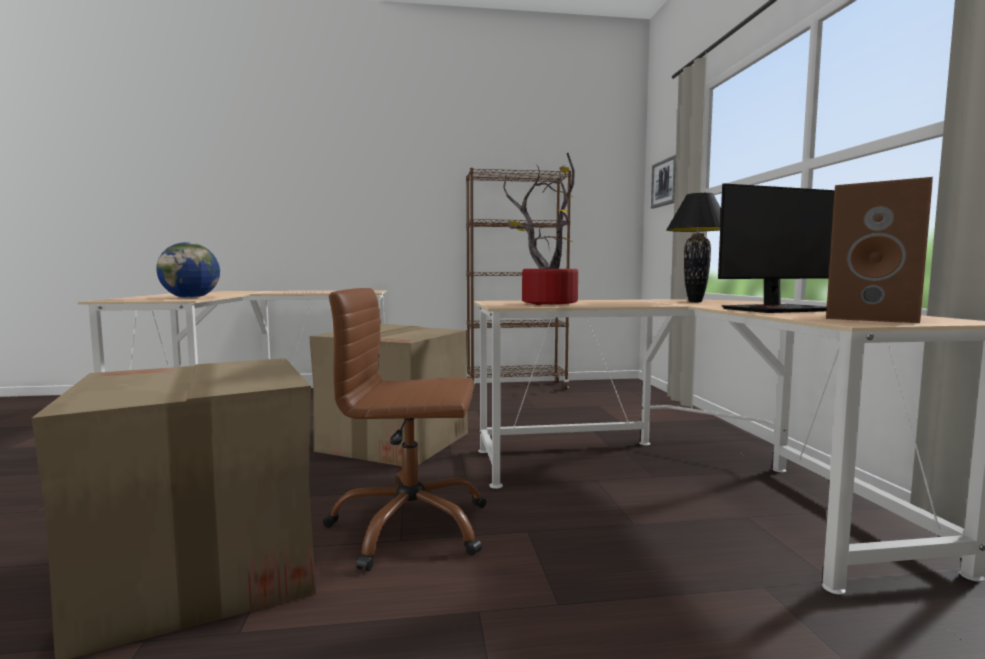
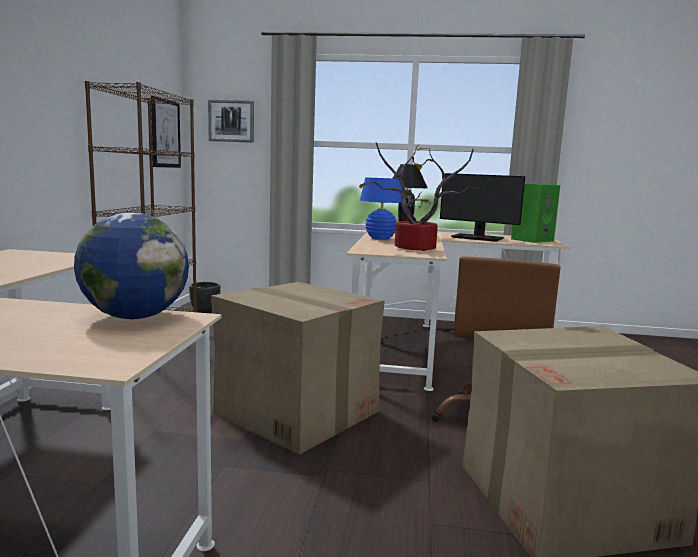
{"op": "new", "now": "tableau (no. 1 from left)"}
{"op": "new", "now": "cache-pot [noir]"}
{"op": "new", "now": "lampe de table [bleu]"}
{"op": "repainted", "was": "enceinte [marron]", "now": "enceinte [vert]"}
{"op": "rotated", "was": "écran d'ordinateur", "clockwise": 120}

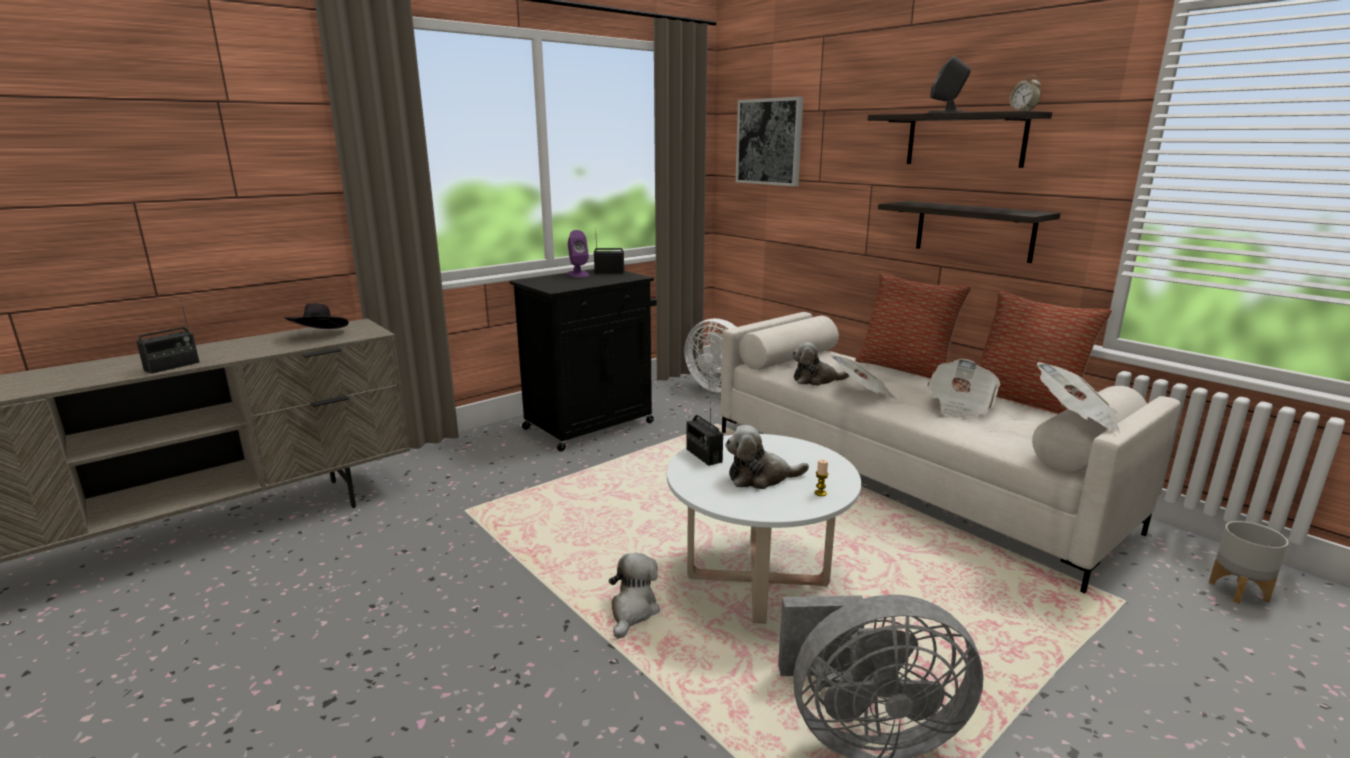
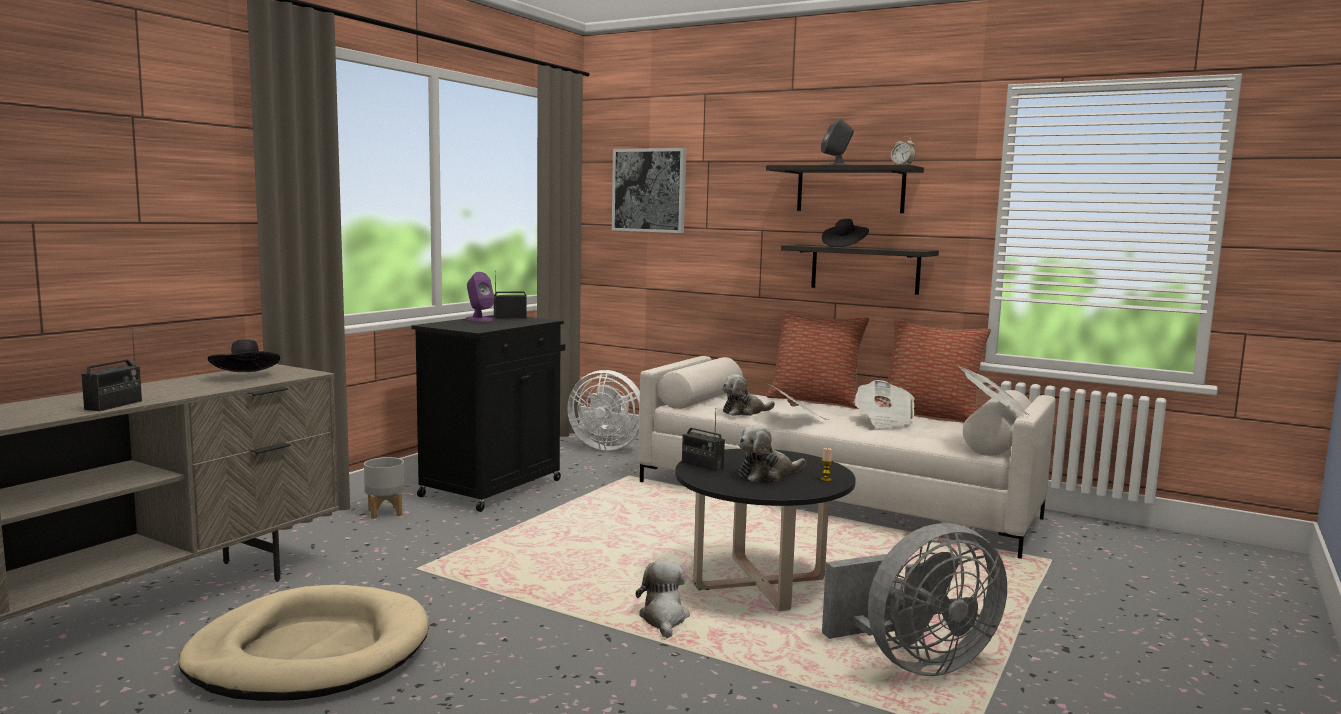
{"op": "new", "now": "panier pour chien [beige]"}
{"op": "new", "now": "chapeau [noir] (no. 2 from left)"}
{"op": "shifted", "was": "cache-pot [gris]"}
{"op": "repainted", "was": "table basse [blanc]", "now": "table basse [noir]"}

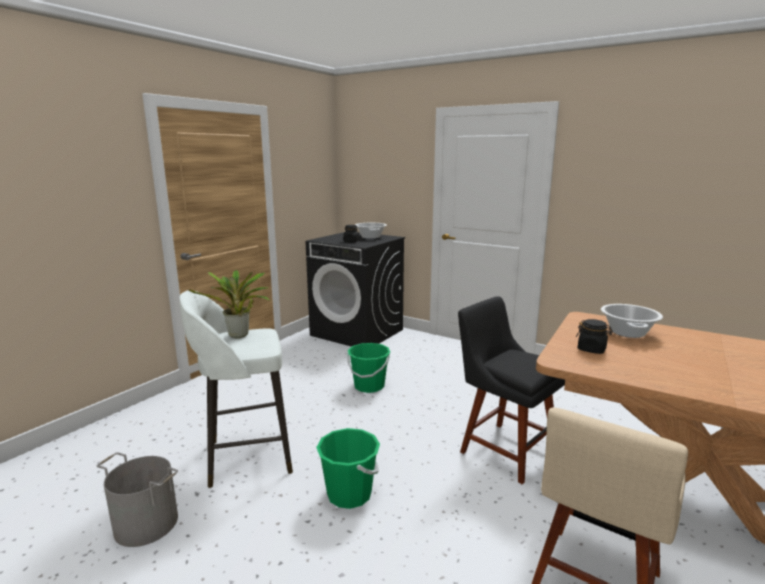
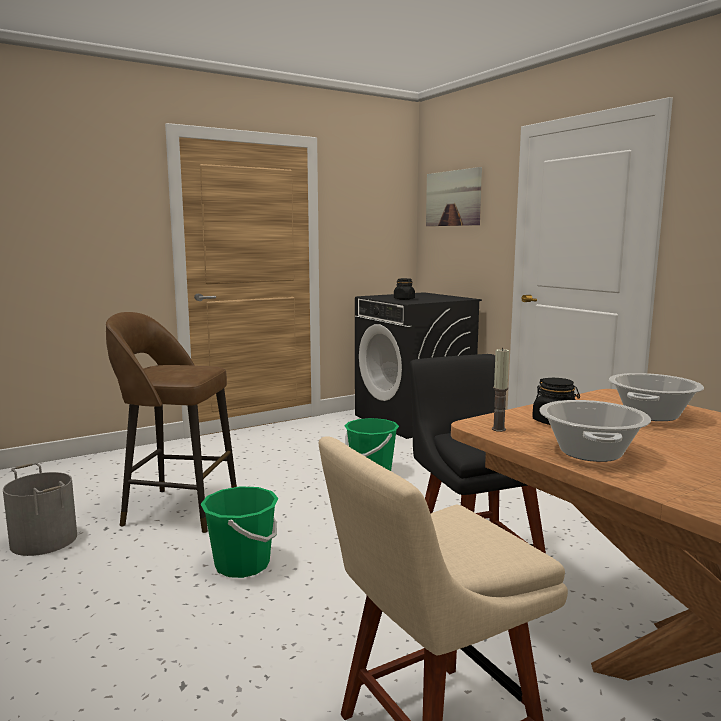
{"op": "gone", "was": "plante en pot"}
{"op": "new", "now": "tableau"}
{"op": "new", "now": "bougie"}
{"op": "shifted", "was": "marmite (no. 1 from left)"}
{"op": "repainted", "was": "tabouret [blanc]", "now": "tabouret [marron]"}

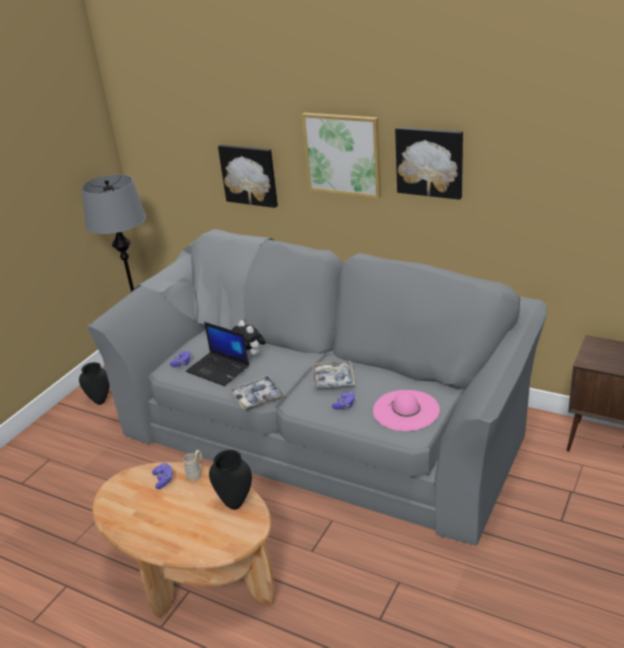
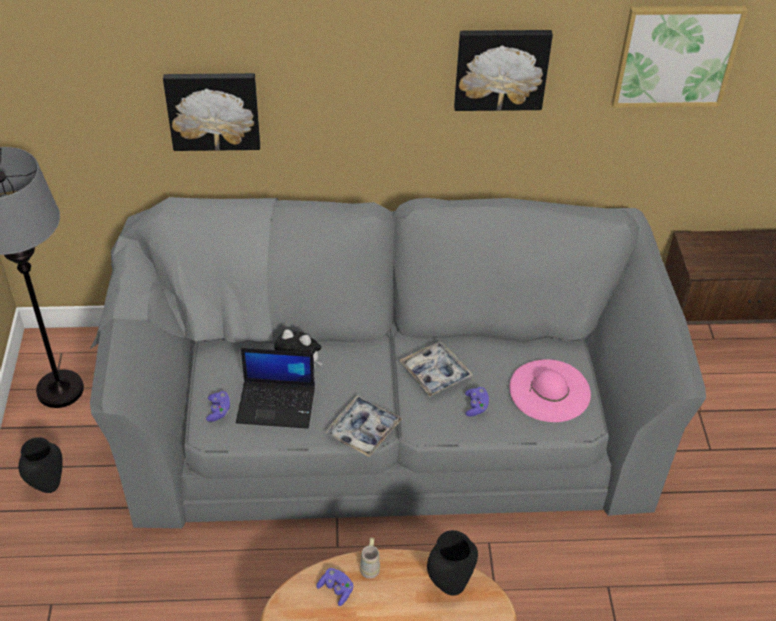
{"op": "shifted", "was": "tableau (no. 2 from left in the first image)", "now": "tableau (no. 3 from left)"}

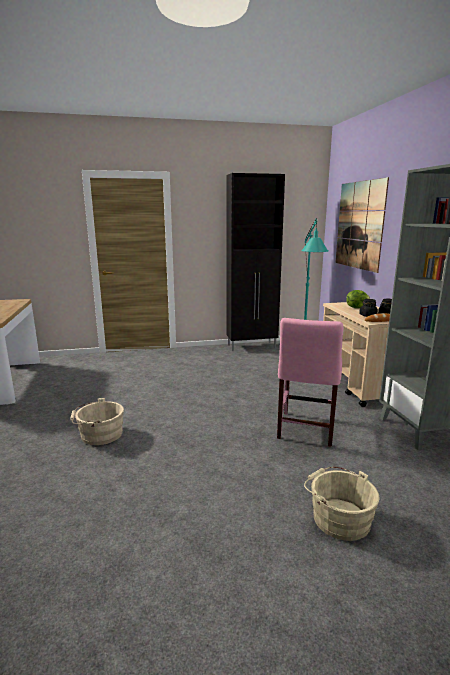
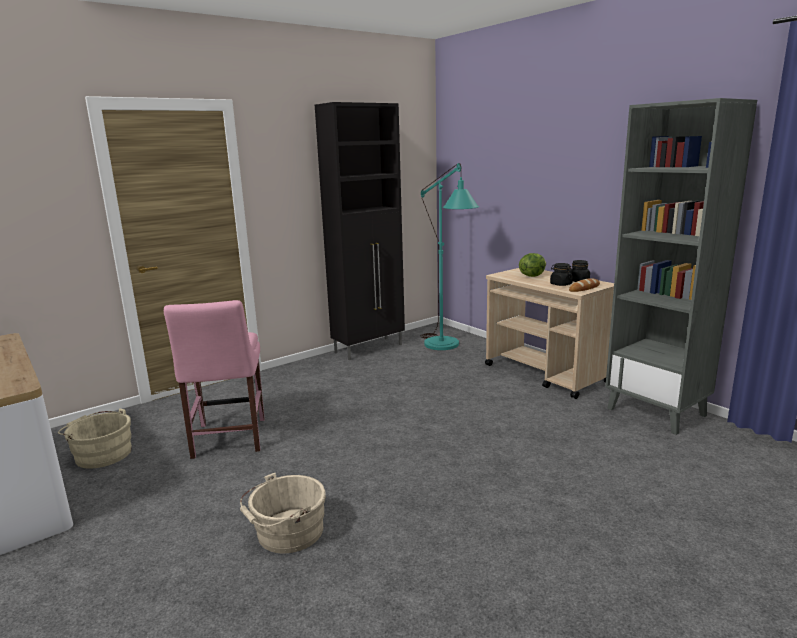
{"op": "gone", "was": "tableau"}
{"op": "shifted", "was": "chaise [rose]"}
{"op": "shifted", "was": "seau [beige] (no. 2 from left in the first image)", "now": "seau [beige] (no. 1 from left)"}

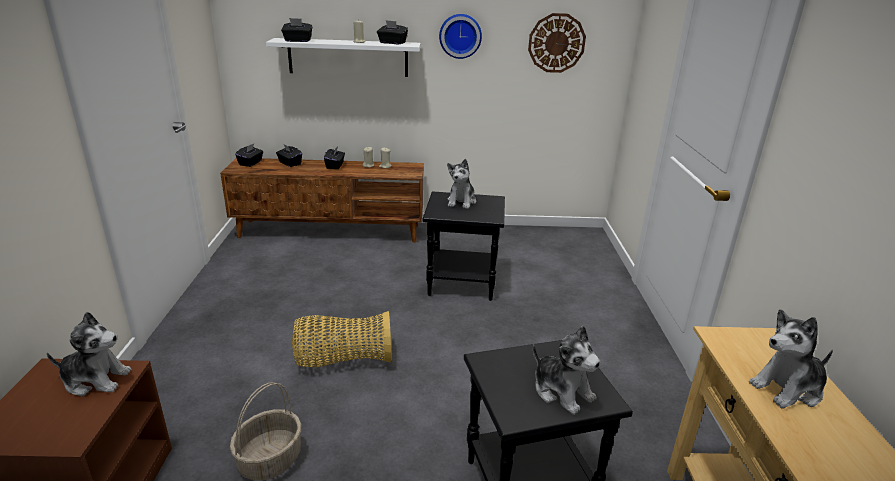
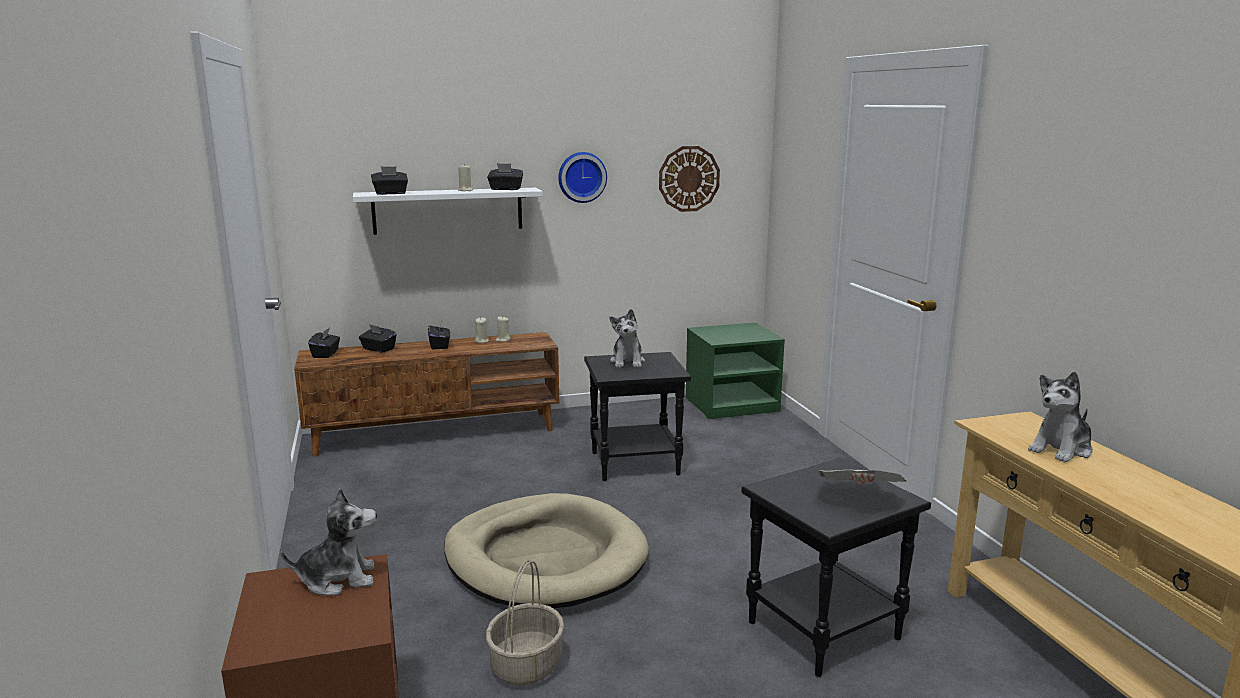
{"op": "new", "now": "table de chevet [vert]"}
{"op": "swapped", "was": "panier (no. 2 from left)", "now": "panier pour chien [beige]"}
{"op": "swapped", "was": "peluche (no. 3 from left)", "now": "journal"}

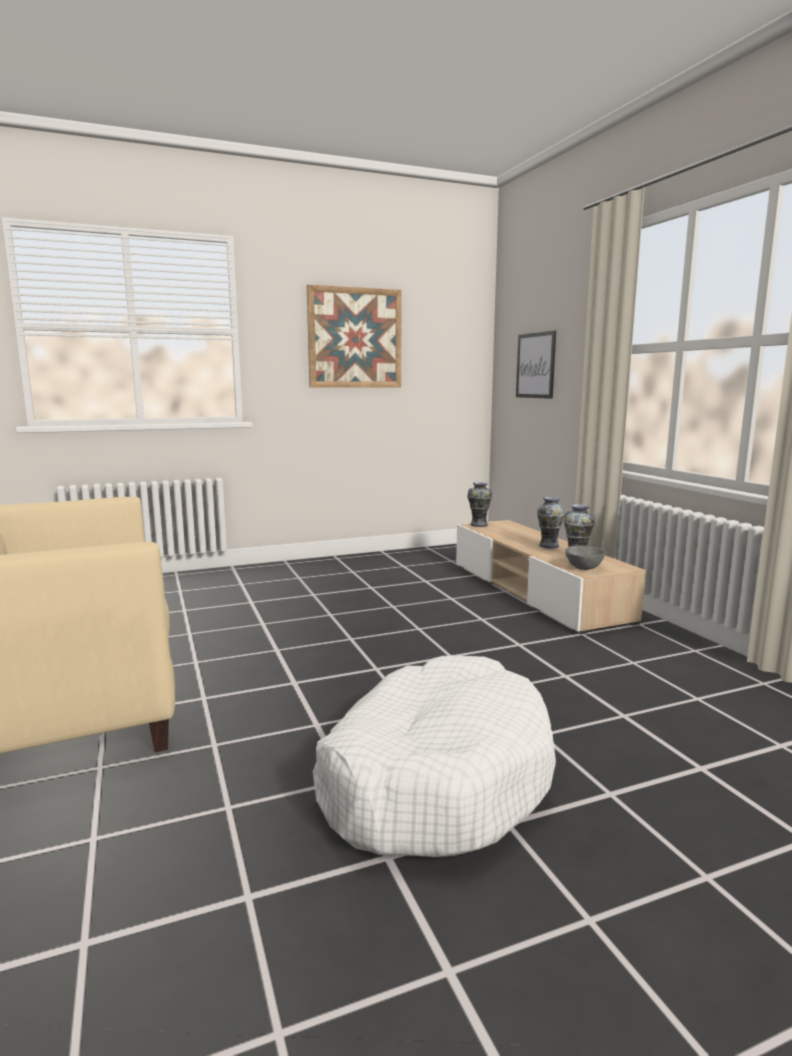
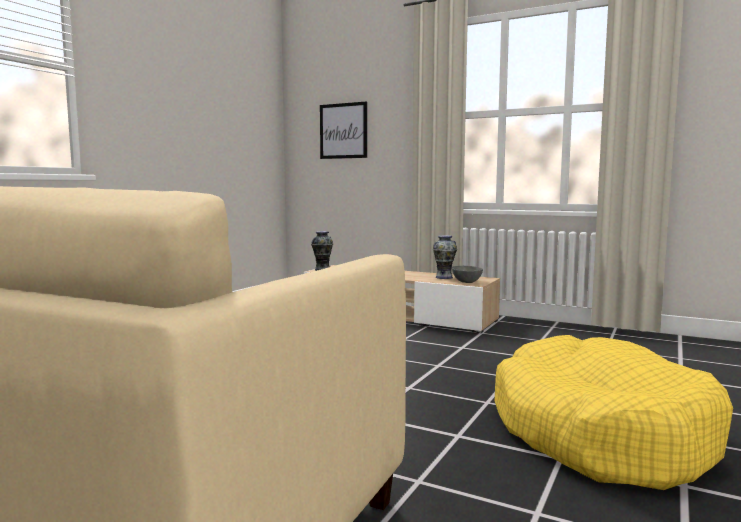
{"op": "gone", "was": "tableau (no. 1 from left)"}
{"op": "gone", "was": "vase (no. 2 from left)"}
{"op": "repainted", "was": "panier pour chien [blanc]", "now": "panier pour chien [jaune]"}

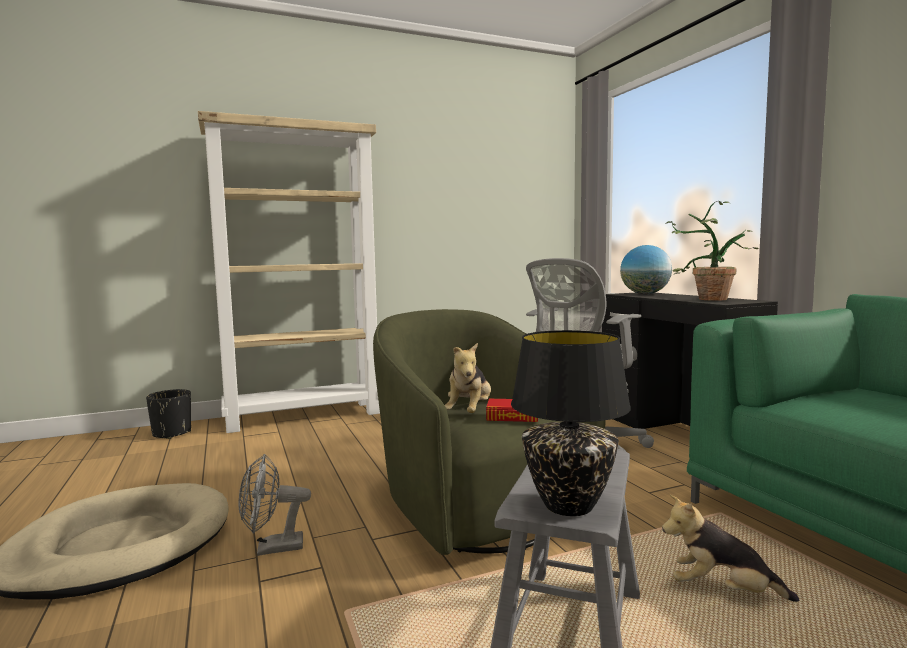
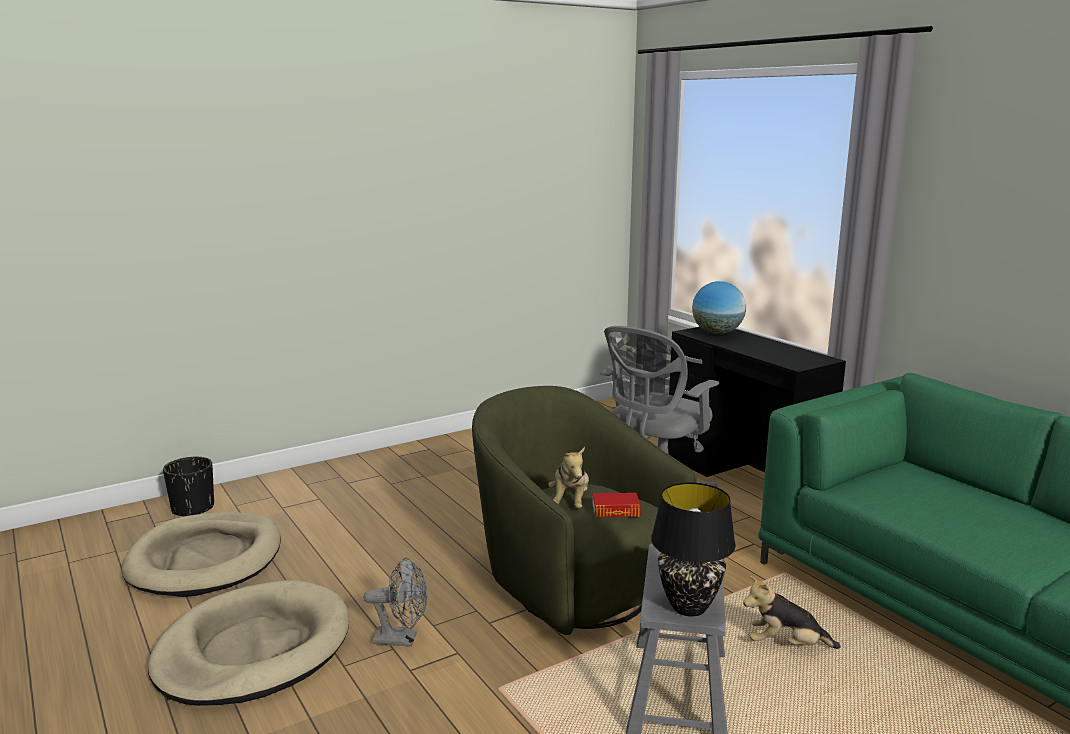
{"op": "gone", "was": "bibliothèque [beige]"}
{"op": "gone", "was": "plante en pot"}
{"op": "new", "now": "panier pour chien [beige] (no. 1 from left)"}
{"op": "rotated", "was": "ventilateur [gris]", "clockwise": -150}

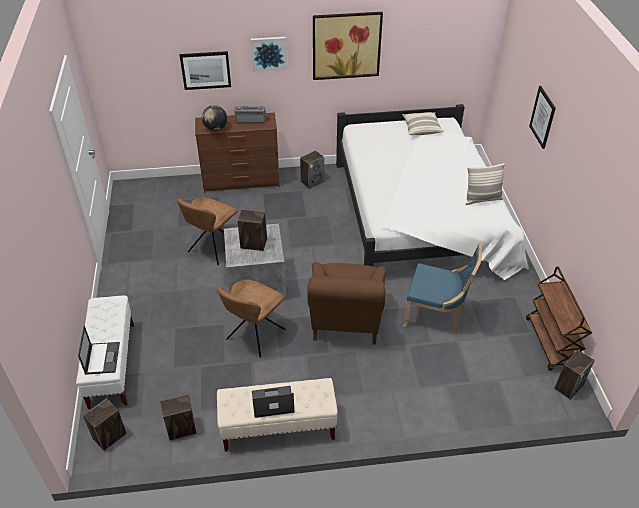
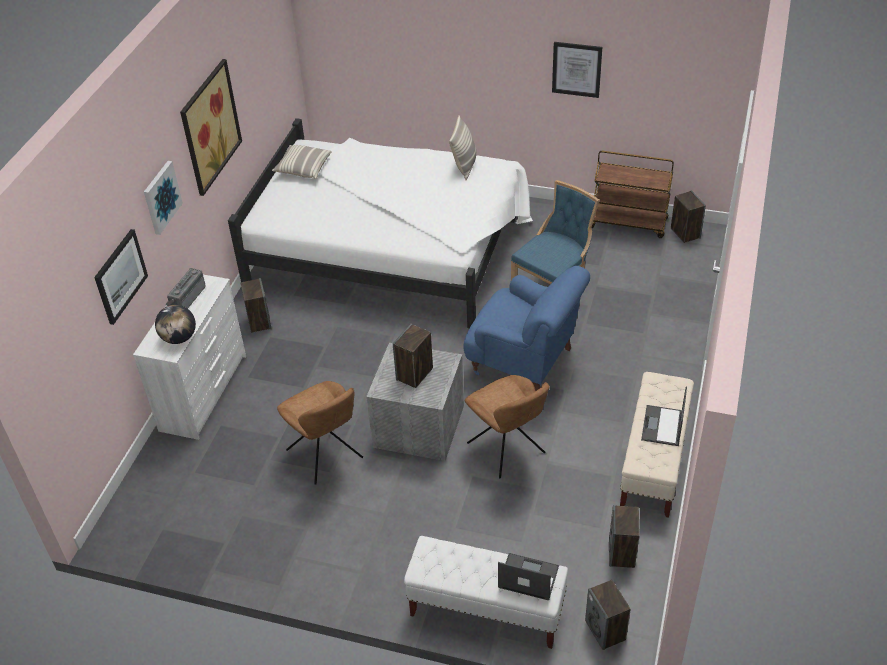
{"op": "shifted", "was": "tableau (no. 4 from left)"}
{"op": "repainted", "was": "commode [marron]", "now": "commode [blanc]"}
{"op": "repainted", "was": "fauteuil [marron]", "now": "fauteuil [bleu]"}

